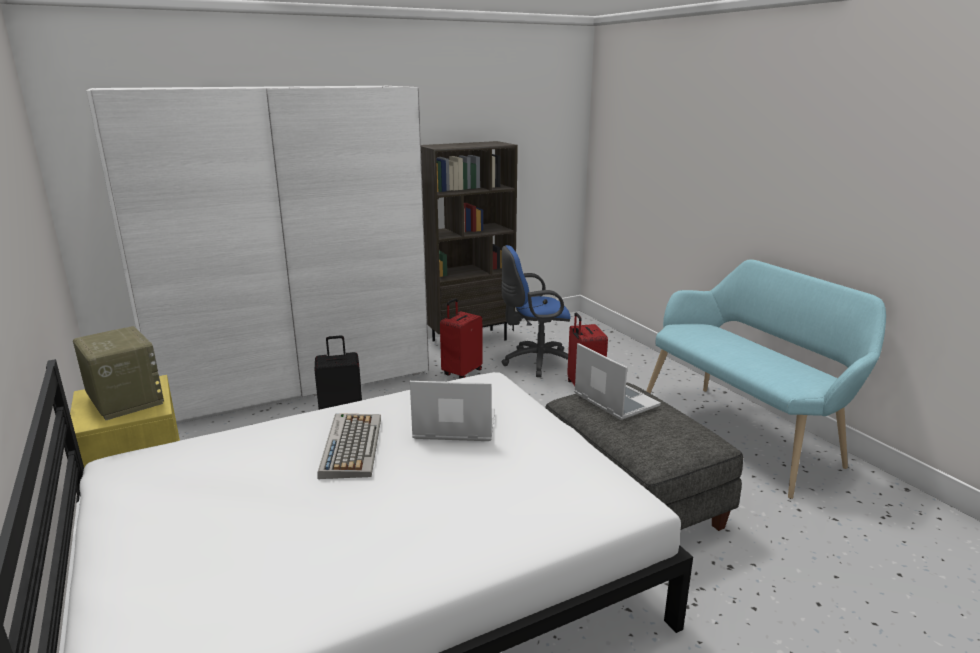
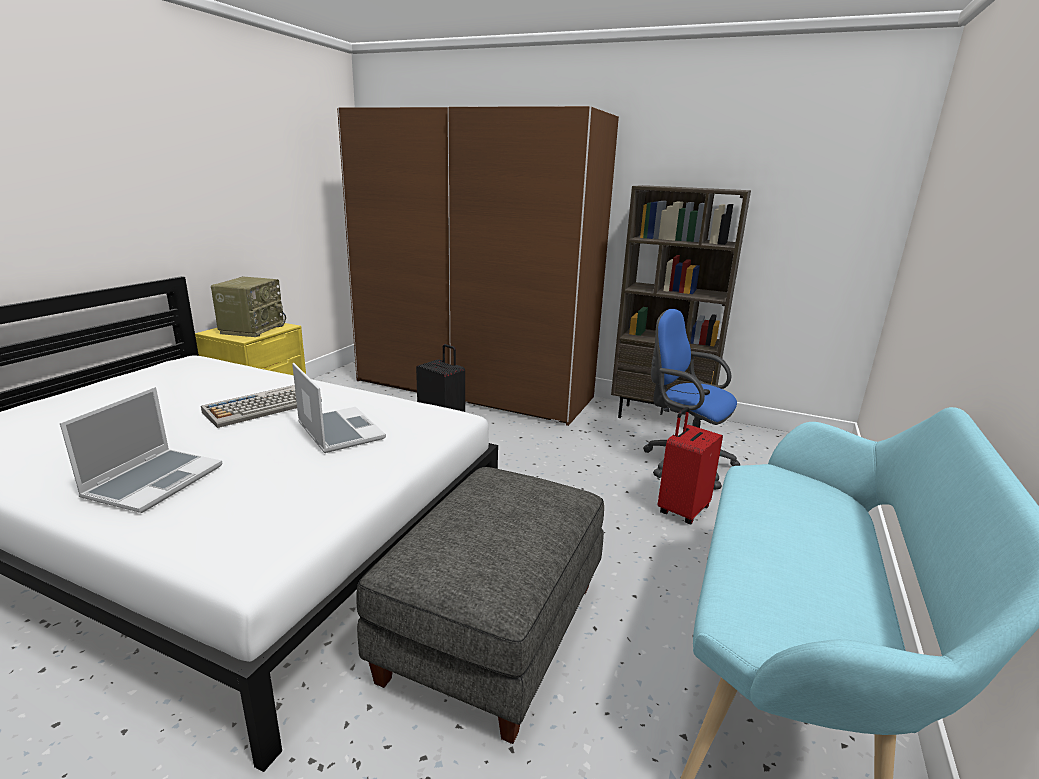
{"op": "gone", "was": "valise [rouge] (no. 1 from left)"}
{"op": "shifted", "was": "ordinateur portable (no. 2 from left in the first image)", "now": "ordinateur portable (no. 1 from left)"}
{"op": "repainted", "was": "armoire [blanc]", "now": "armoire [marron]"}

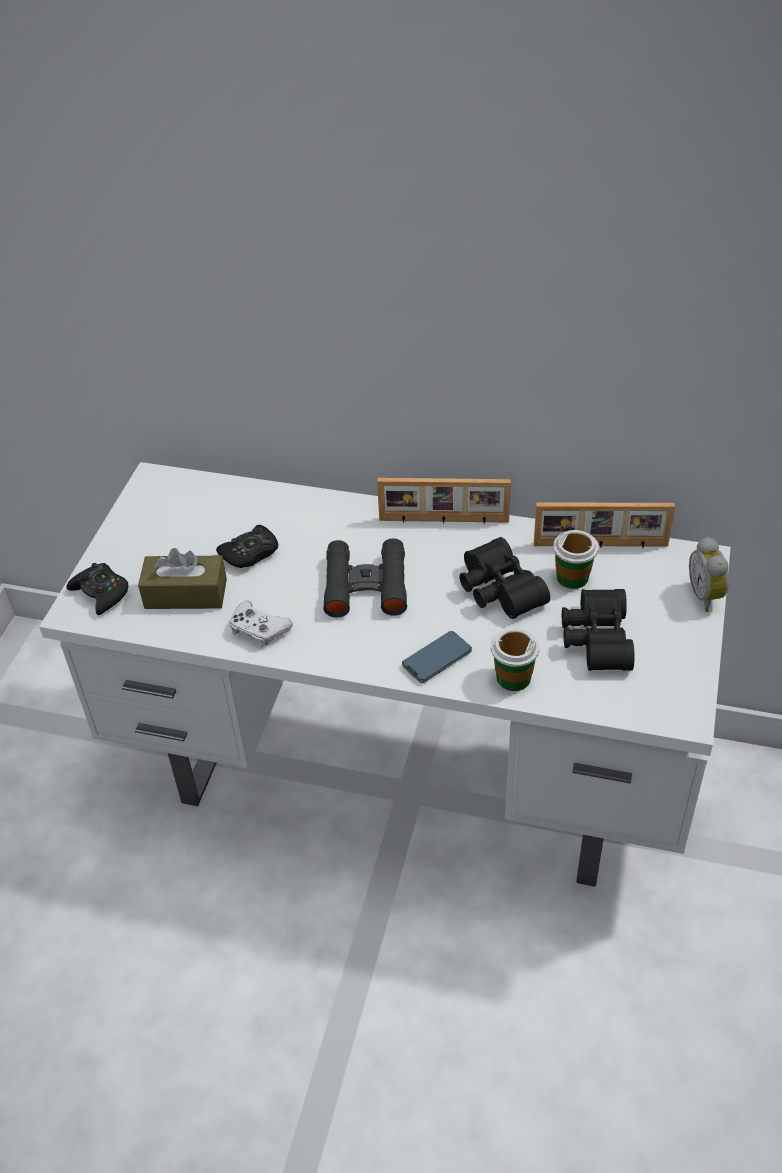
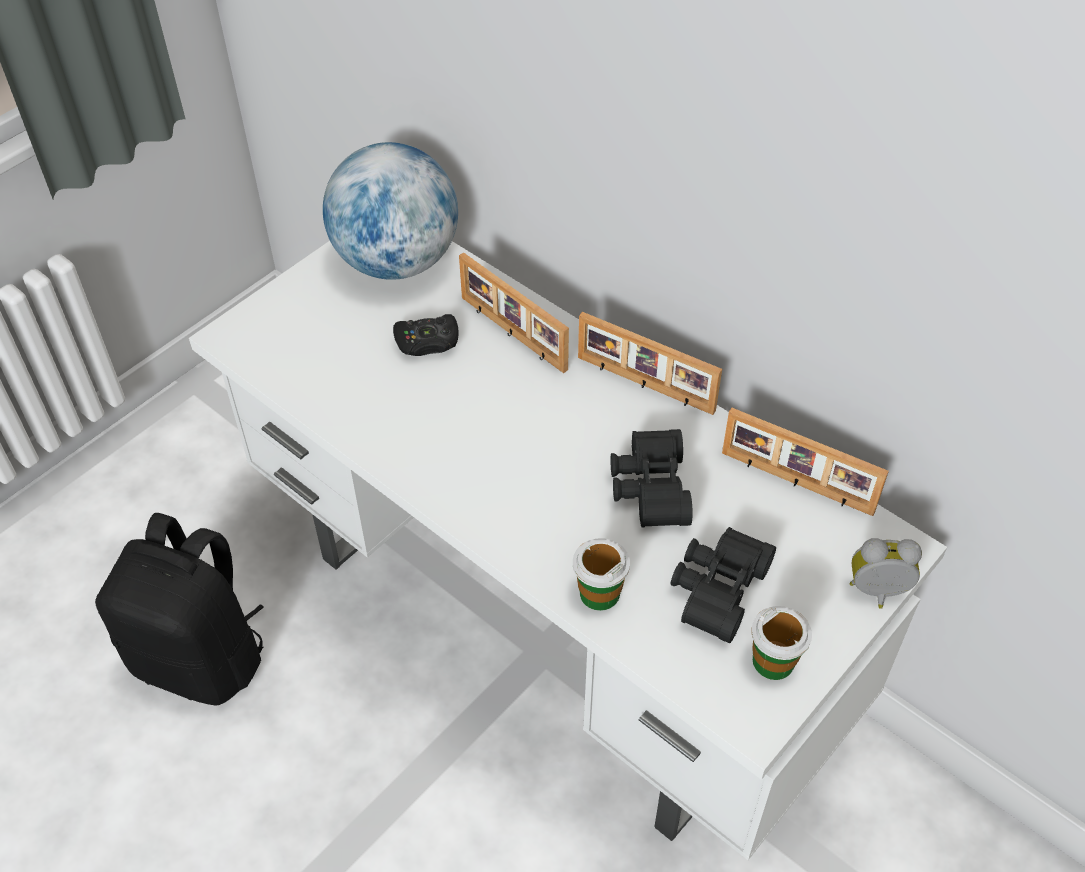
{"op": "gone", "was": "manette [noir] (no. 1 from left)"}
{"op": "gone", "was": "boîte à mouchoirs [marron]"}
{"op": "gone", "was": "manette [blanc]"}
{"op": "gone", "was": "jumelles [noir] (no. 1 from left)"}
{"op": "gone", "was": "téléphone"}
{"op": "new", "now": "sac à dos [noir]"}
{"op": "new", "now": "globe"}
{"op": "new", "now": "cadre photo (no. 1 from left)"}
{"op": "shifted", "was": "tasse (no. 2 from left)"}
{"op": "rotated", "was": "réveil", "clockwise": 75}

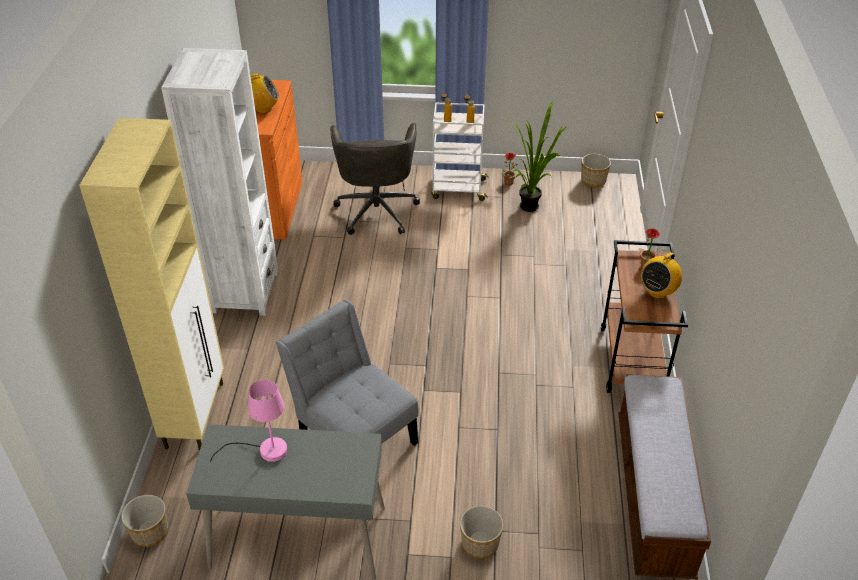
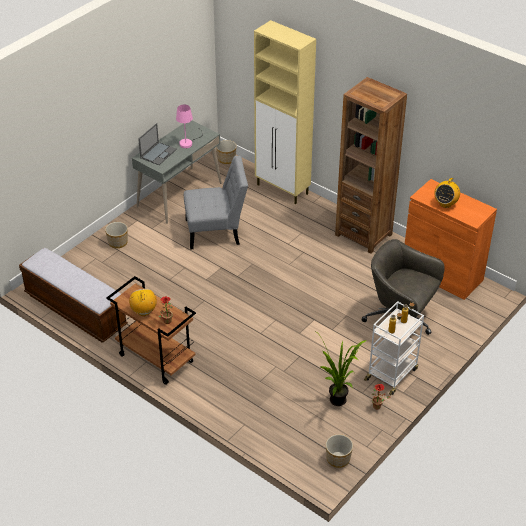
{"op": "new", "now": "ordinateur portable"}
{"op": "repainted", "was": "bibliothèque [blanc]", "now": "bibliothèque [marron]"}

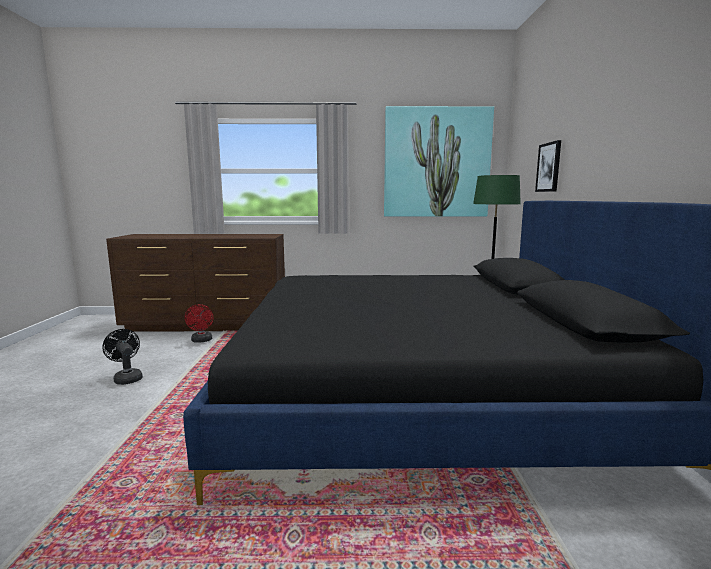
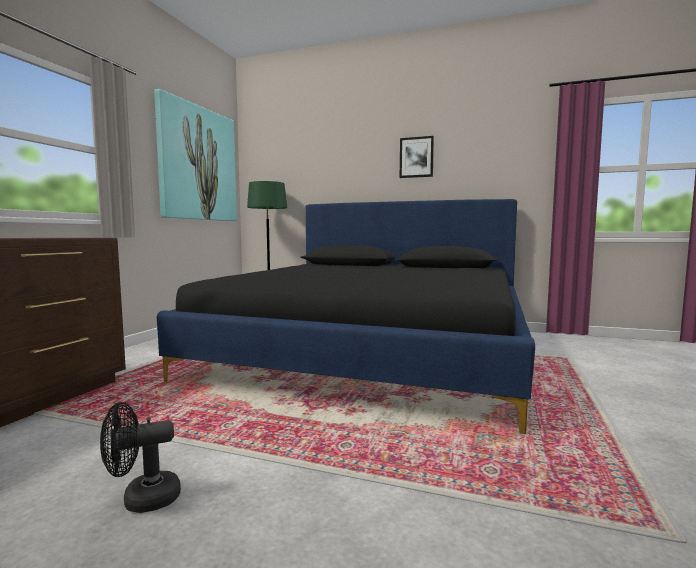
{"op": "gone", "was": "ventilateur [rouge]"}
{"op": "shifted", "was": "tableau (no. 2 from left)"}

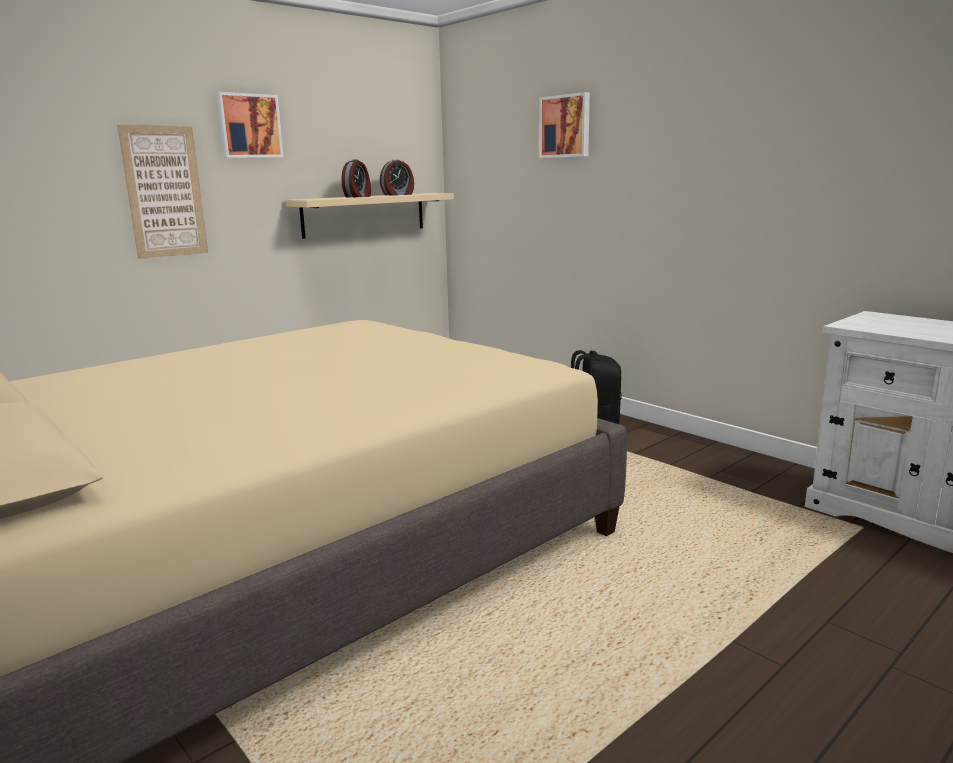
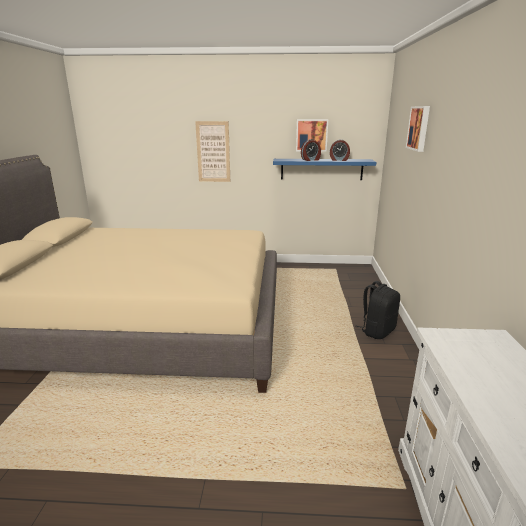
{"op": "shifted", "was": "tableau (no. 2 from left)"}
{"op": "repainted", "was": "étagère [beige]", "now": "étagère [bleu]"}

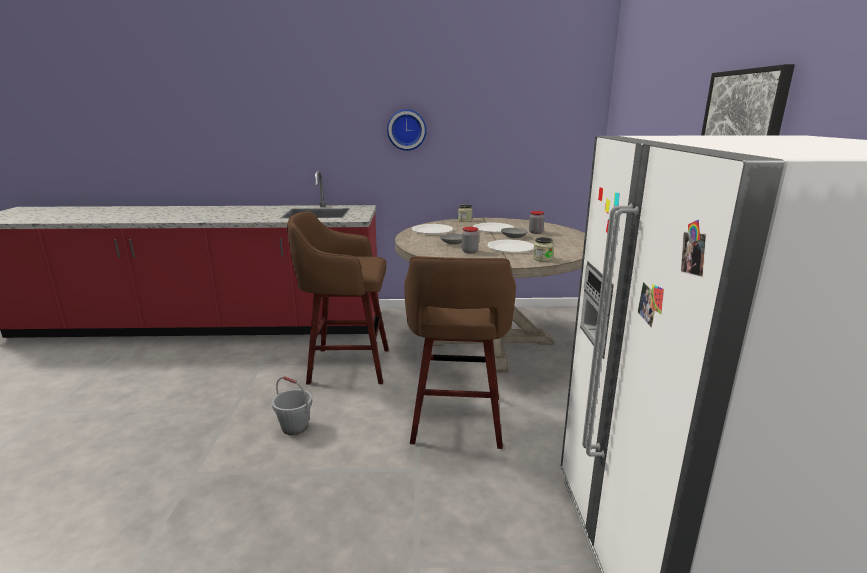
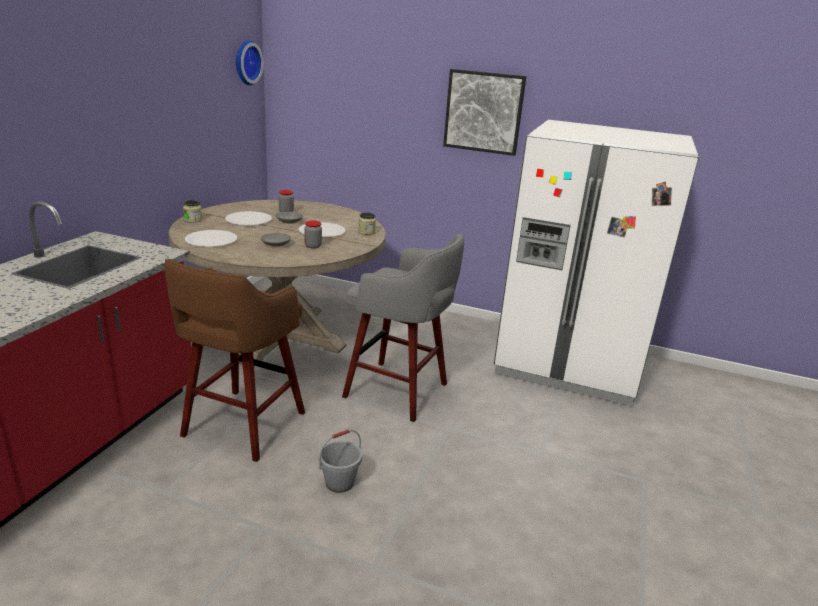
{"op": "shifted", "was": "horloge murale"}
{"op": "repainted", "was": "tabouret [marron] (no. 2 from left)", "now": "tabouret [gris]"}

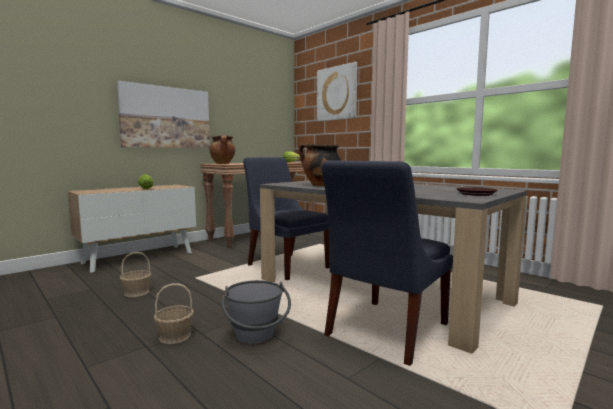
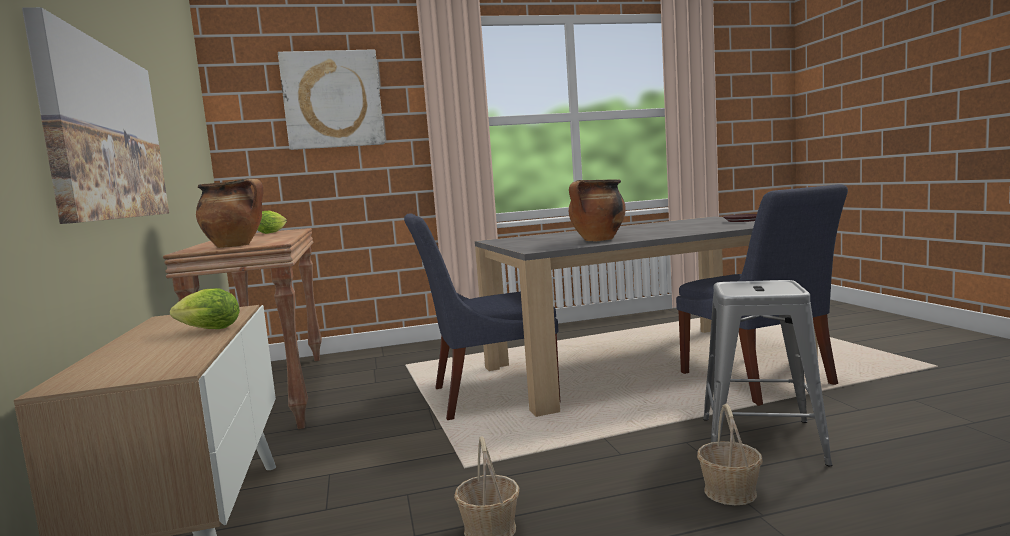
{"op": "swapped", "was": "seau [gris]", "now": "tabouret [gris]"}

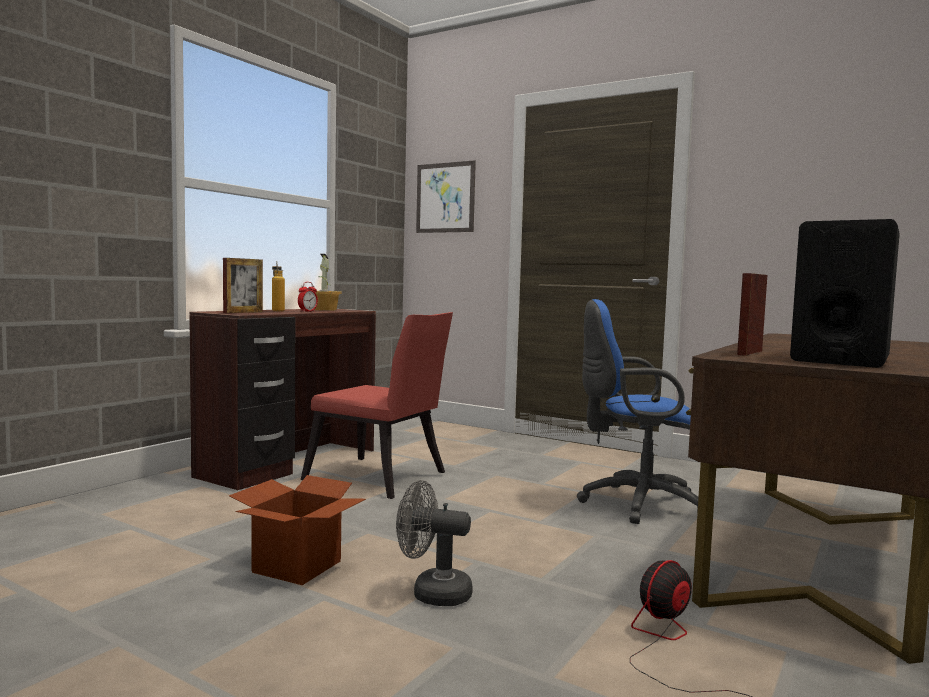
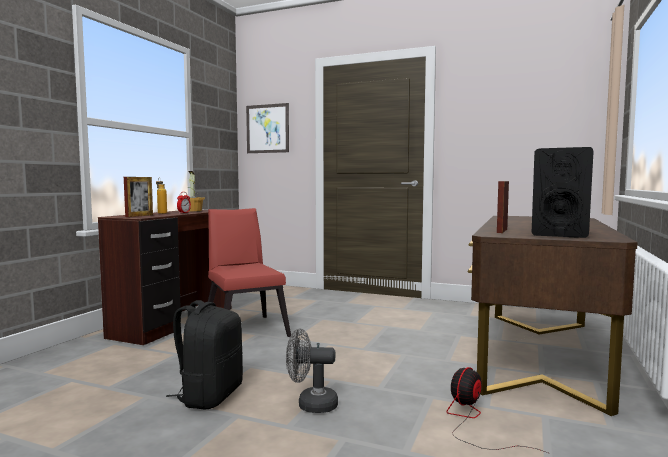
{"op": "gone", "was": "chaise de bureau [bleu]"}
{"op": "swapped", "was": "carton", "now": "sac à dos [noir]"}
{"op": "rotated", "was": "chaise [rouge]", "clockwise": -135}

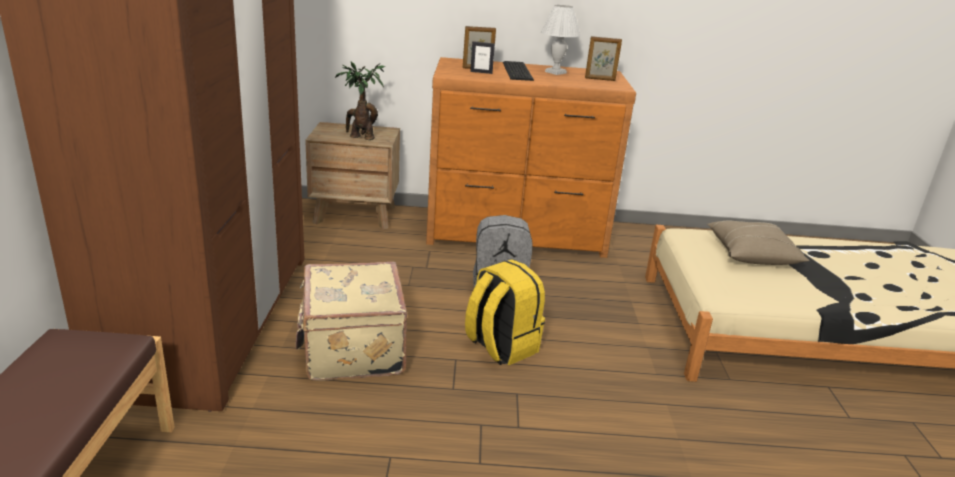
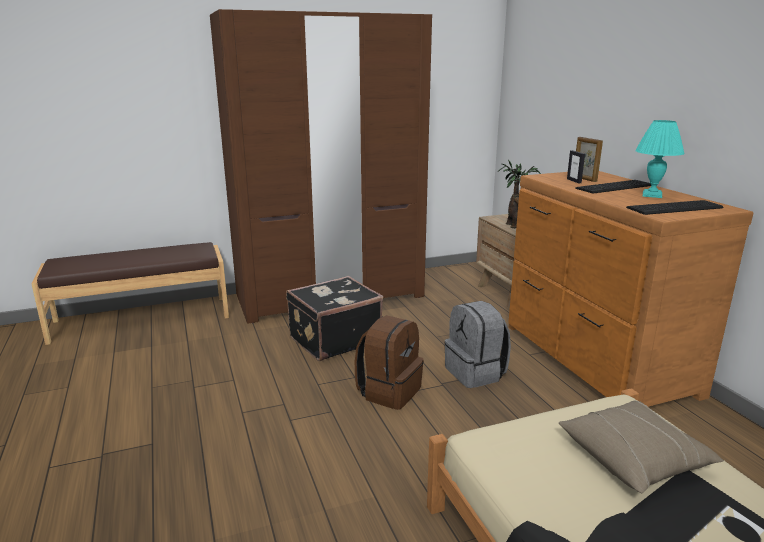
{"op": "swapped", "was": "cadre photo (no. 3 from left)", "now": "clavier (no. 2 from left)"}
{"op": "repainted", "was": "valise [beige]", "now": "valise [noir]"}
{"op": "repainted", "was": "sac à dos [jaune]", "now": "sac à dos [marron]"}
{"op": "repainted", "was": "lampe de table [blanc]", "now": "lampe de table [turquoise]"}

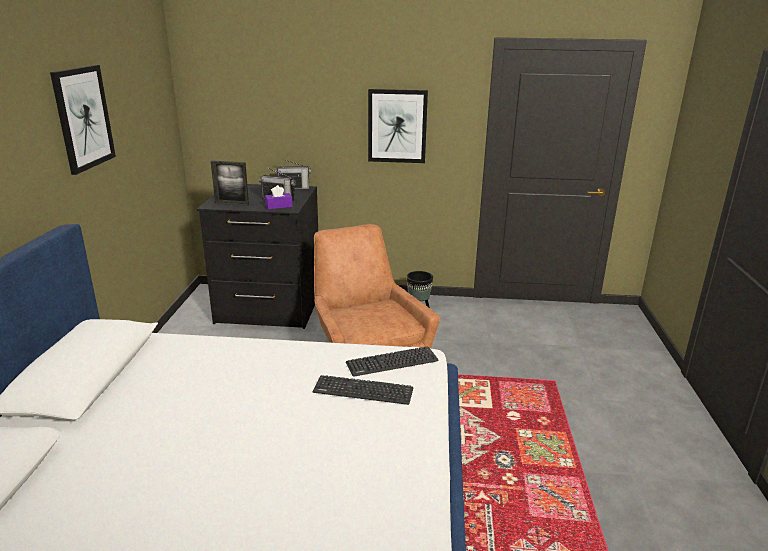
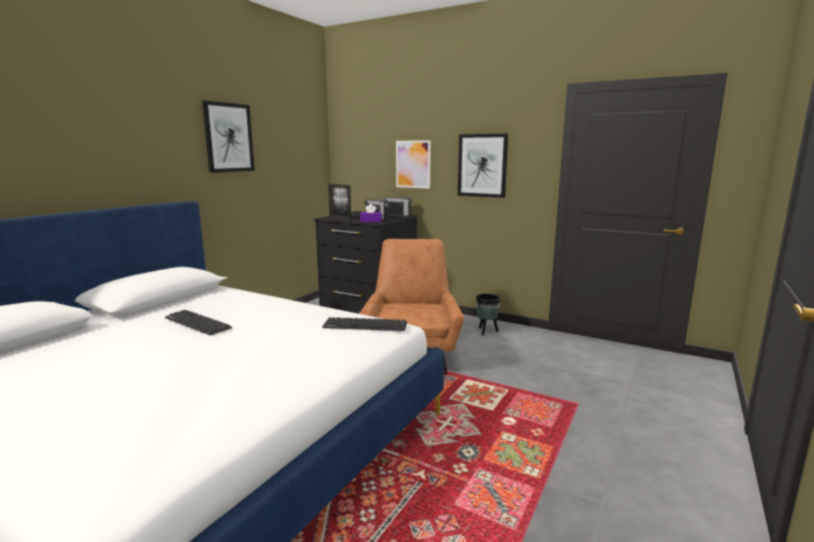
{"op": "new", "now": "tableau (no. 2 from left)"}
{"op": "shifted", "was": "clavier (no. 1 from left)"}

